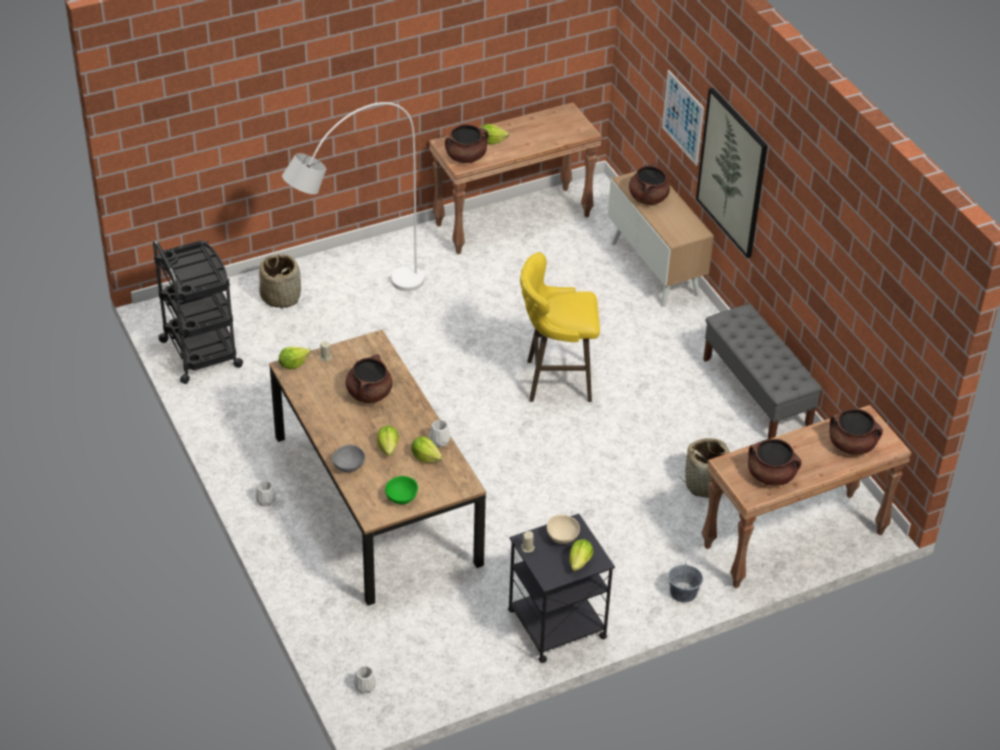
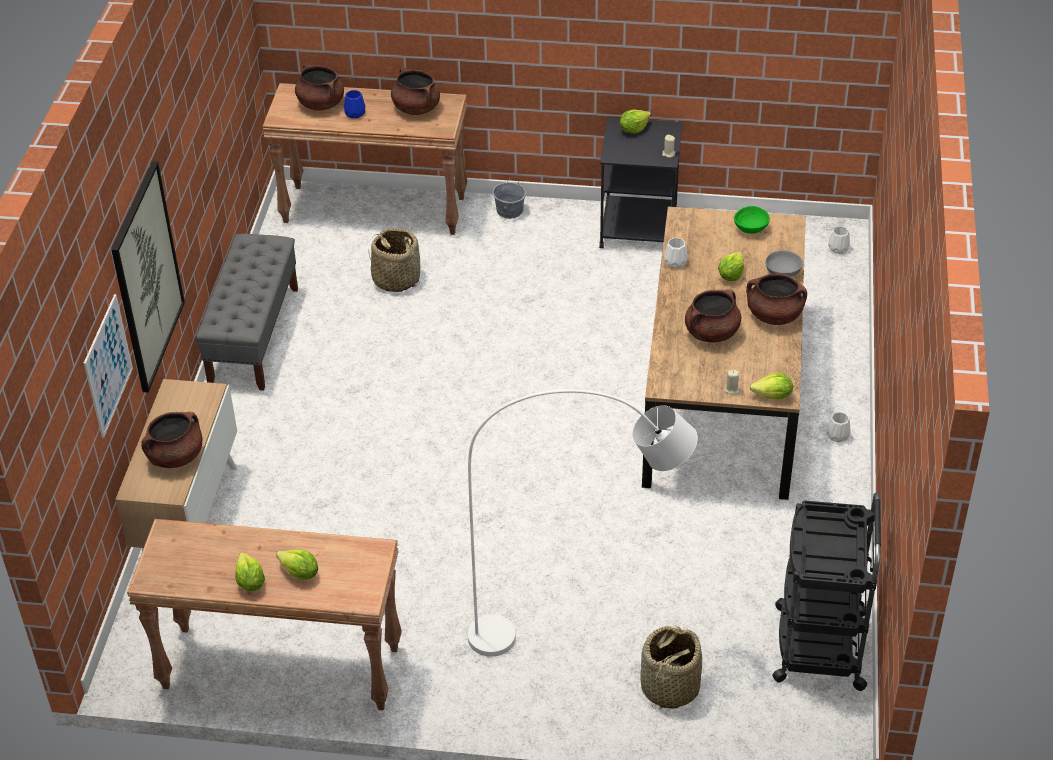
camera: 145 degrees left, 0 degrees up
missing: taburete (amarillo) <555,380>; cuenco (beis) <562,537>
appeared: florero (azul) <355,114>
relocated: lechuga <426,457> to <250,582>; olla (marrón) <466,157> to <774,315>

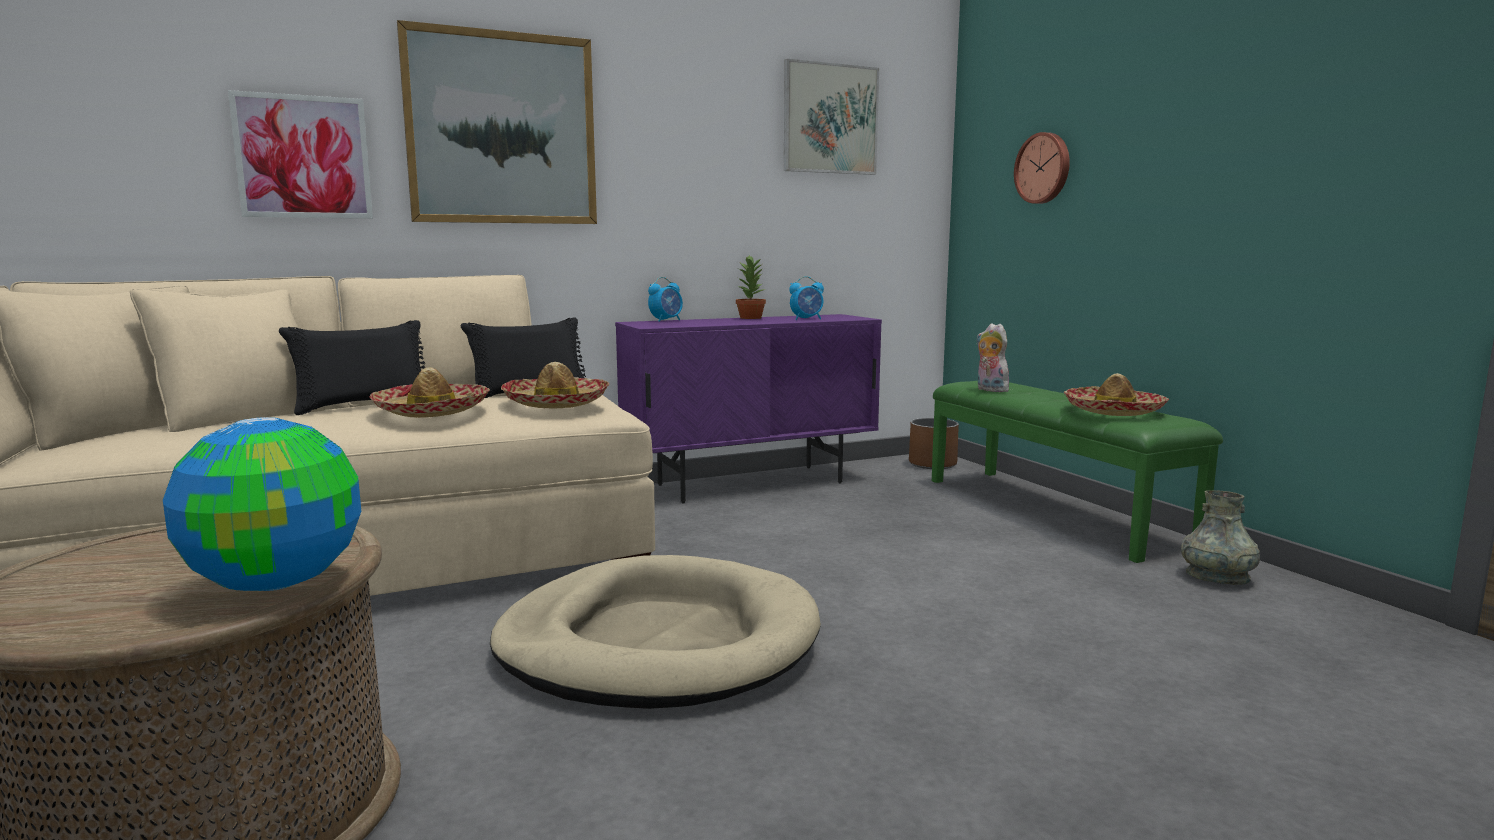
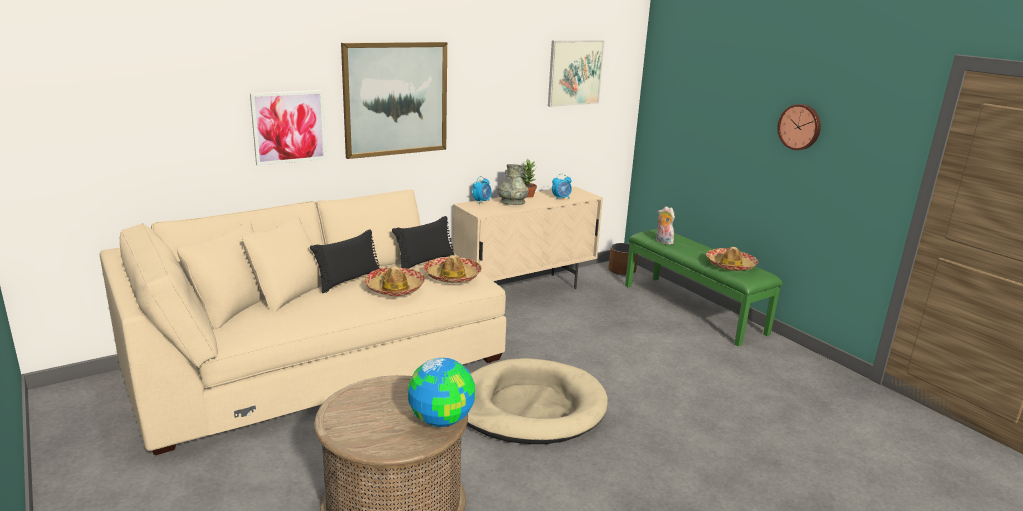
camera: 10 degrees left, 10 degrees up
relocated: florero (gris) <1217,577> to <512,202>; reloj de pared <1044,168> to <800,127>
colour: armario (morado) <751,484> to armario (beis) <525,291>

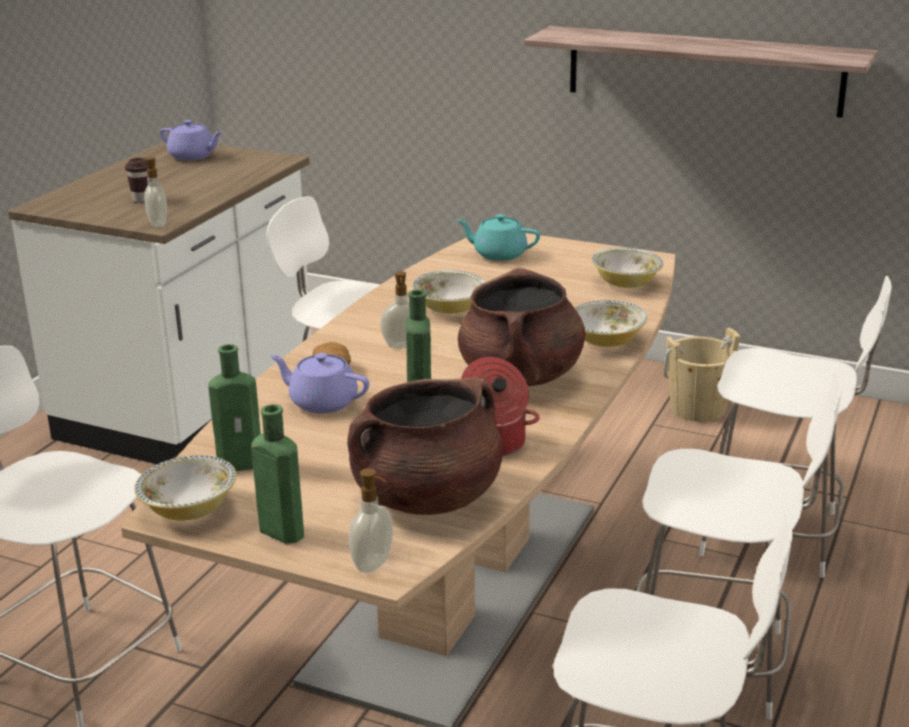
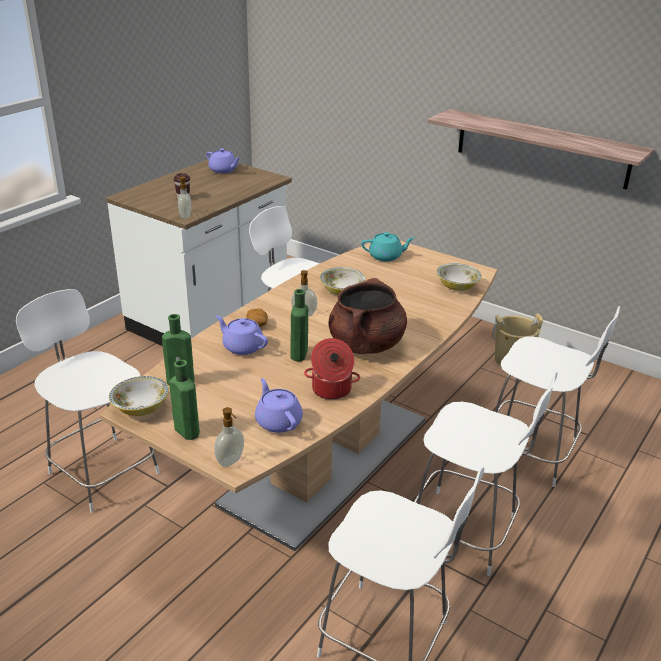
camera: 10 degrees right, 5 degrees up
missing: cuenco <606,341>
exchanged: olla (marrón) <426,498> to tetera (morado) <278,421>
spun: tetera (turquesa) <498,254> = <386,256> 150 degrees clockwise

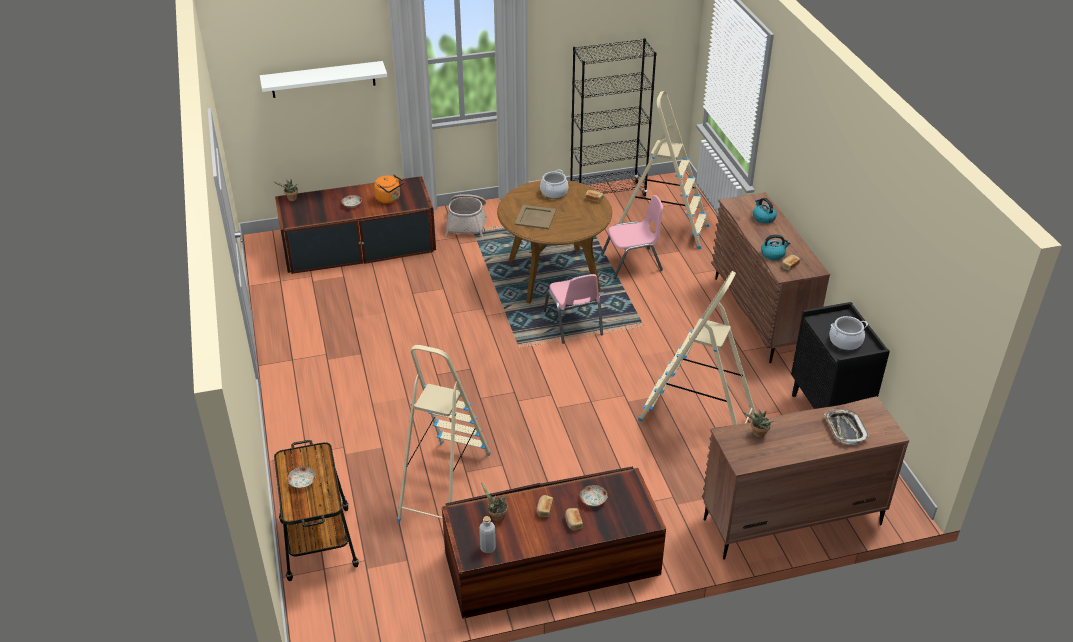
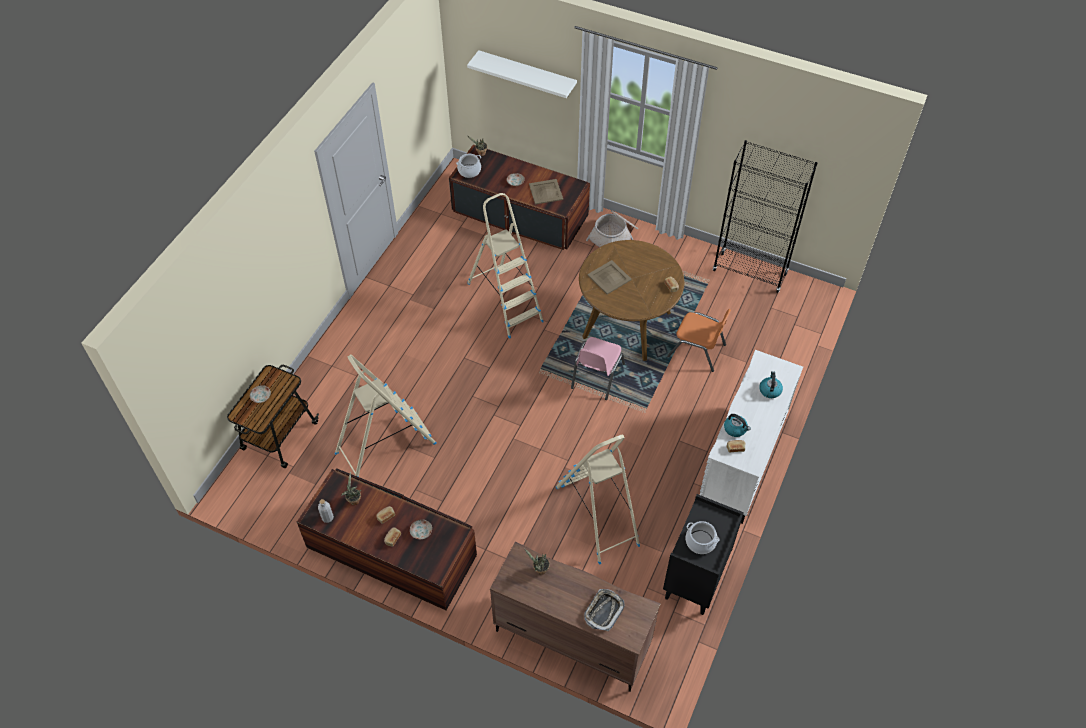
camera: 40 degrees right, 15 degrees up
relocated: olla <554,192> to <469,171>; escalera de tijera (beis) <662,229> to <505,302>
exchanged: hervidor (naranja) <389,199> to bandeja (beis) <545,192>
colour: silla (rosa) <632,263> to silla (naranja) <697,350>; cómoda (marrón) <759,316> to cómoda (blanco) <742,462>

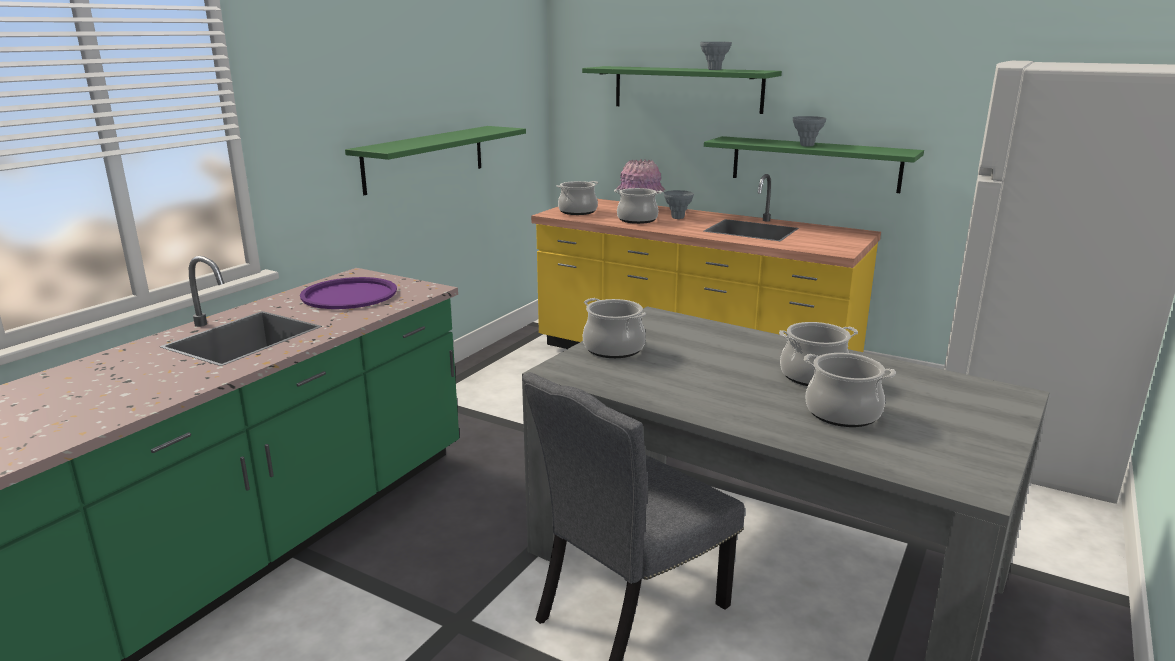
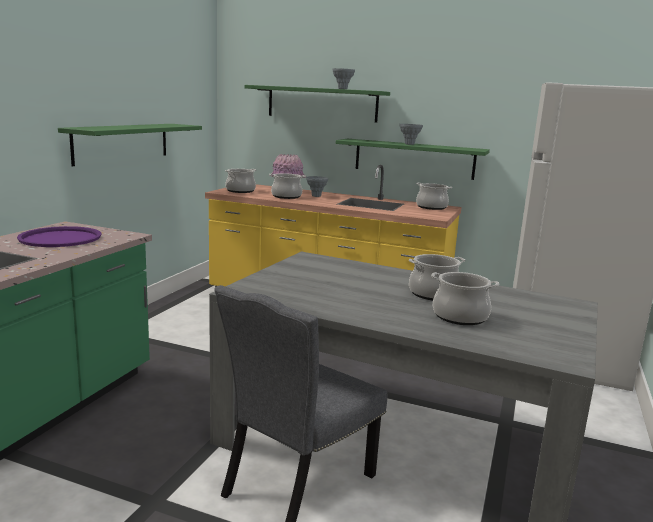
camera: 10 degrees left, 5 degrees down
relocated: olla <614,348> to <431,207>

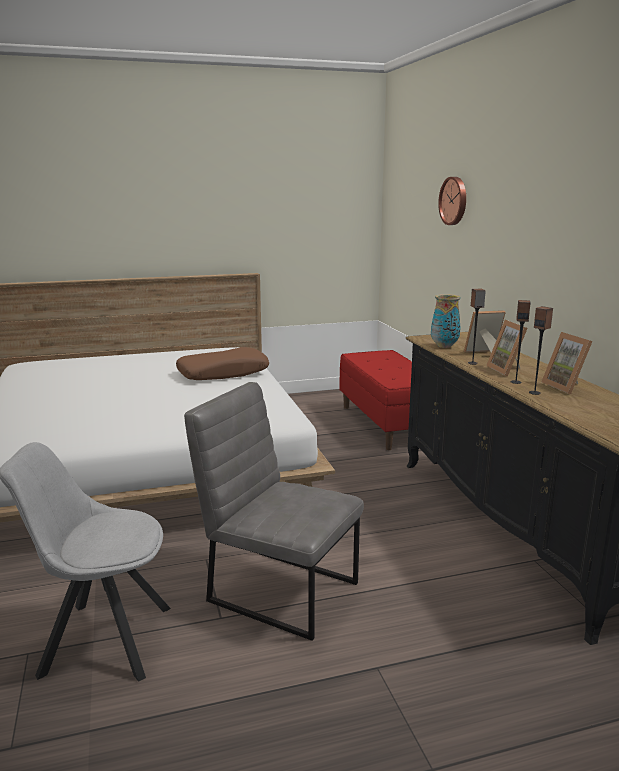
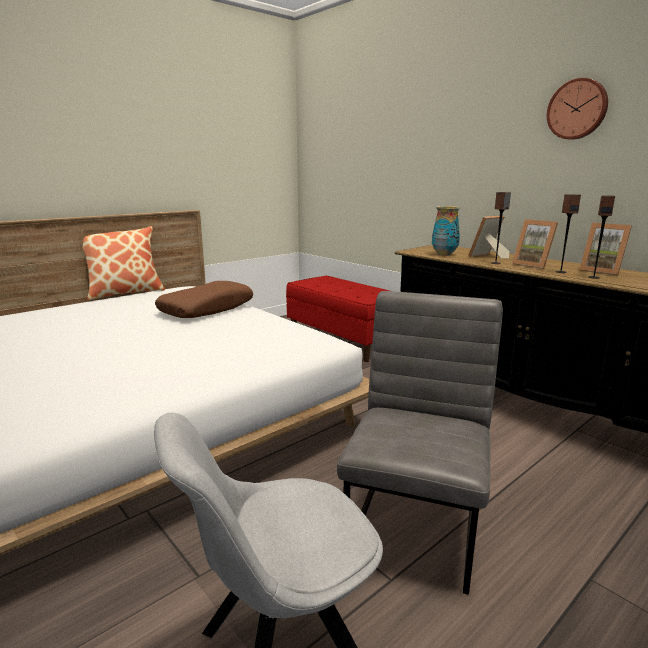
camera: 25 degrees left, 0 degrees up
appeared: cojín <125,293>
relocated: reloj de pared <454,201> to <577,109>
spun: silla (gris) <280,590> = <416,523> 105 degrees clockwise

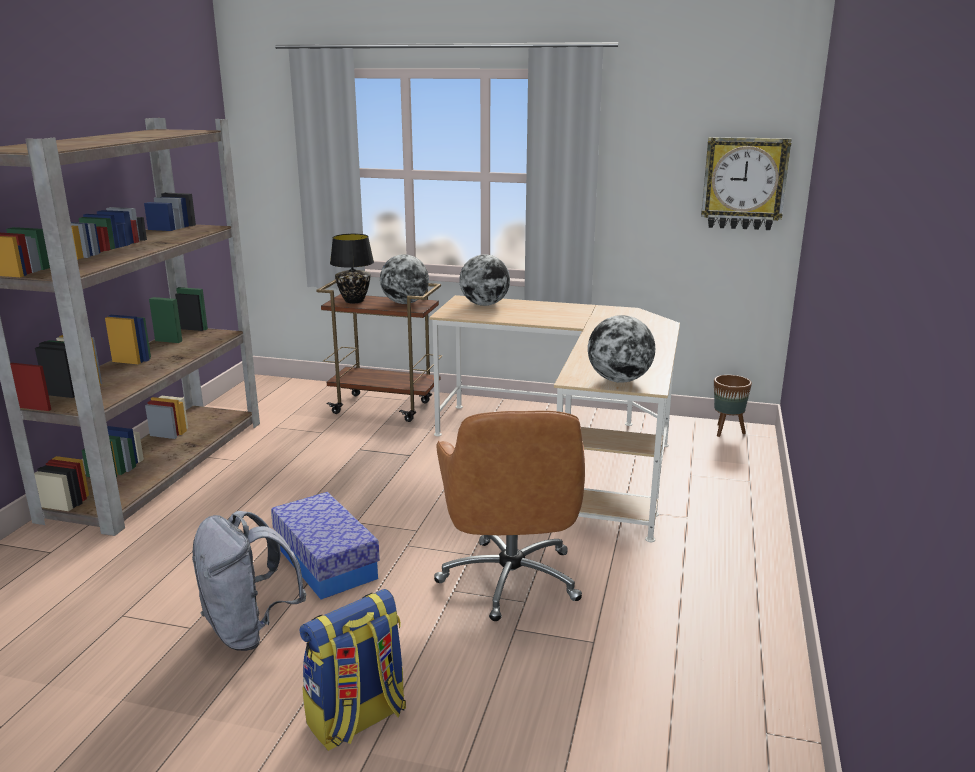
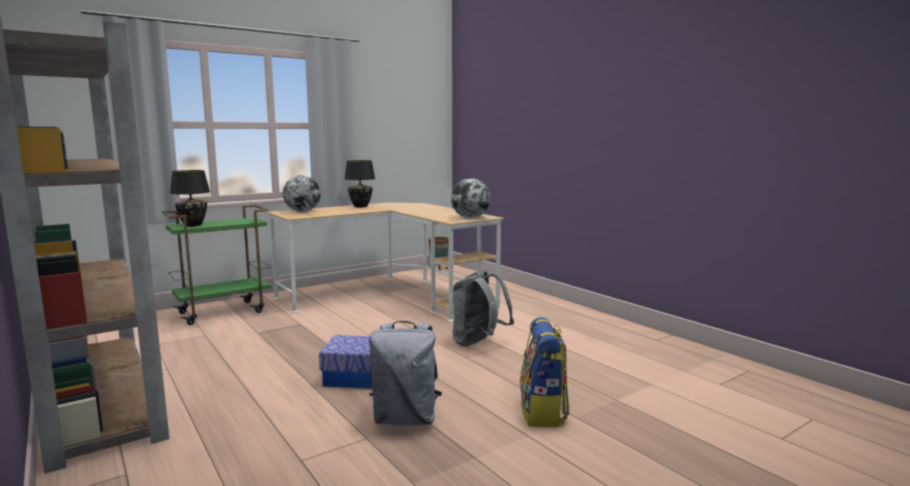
camera: 50 degrees left, 10 degrees down
missing: globo terráqueo <405,303>; reloj de pared <744,183>
appeared: lámpara de mesa (negro) <361,206>
exchanged: silla de oficina (marrón) <510,579> to mochila (gris) <478,343>
colour: carrito (marrón) <385,408> to carrito (verde) <225,312>

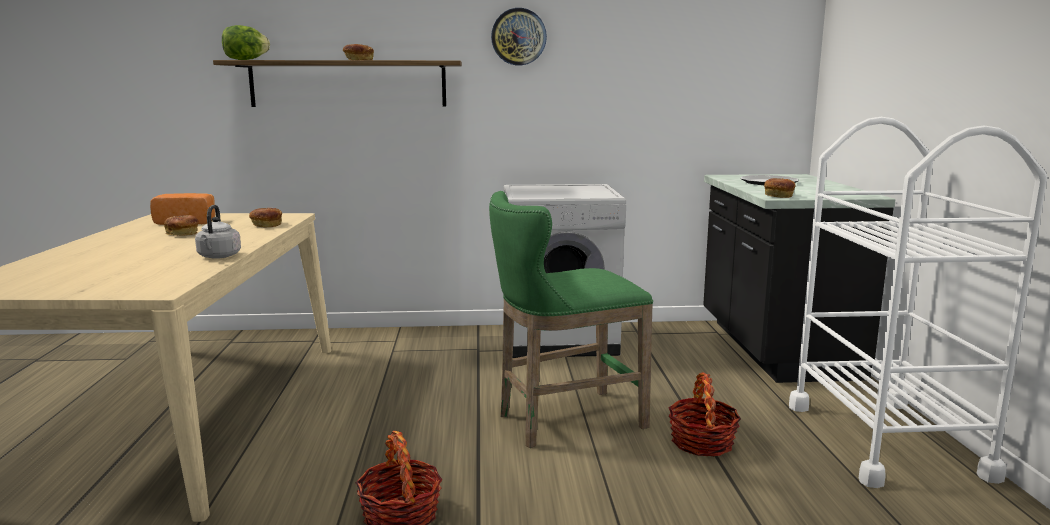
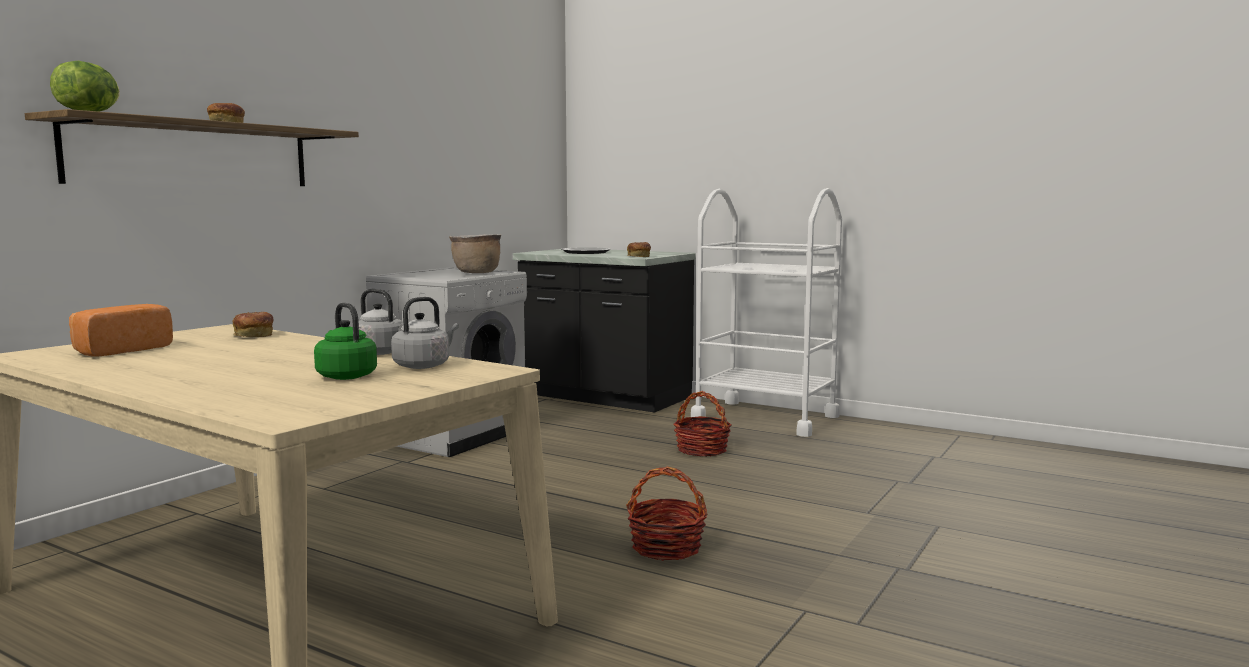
camera: 55 degrees left, 5 degrees down
missing: pan <182,234>; taburete (verde) <563,421>; reloj de pared <518,37>
appeared: hervidor (verde) <345,376>; hervidor (gris) <424,365>; olla (marrón) <476,273>

